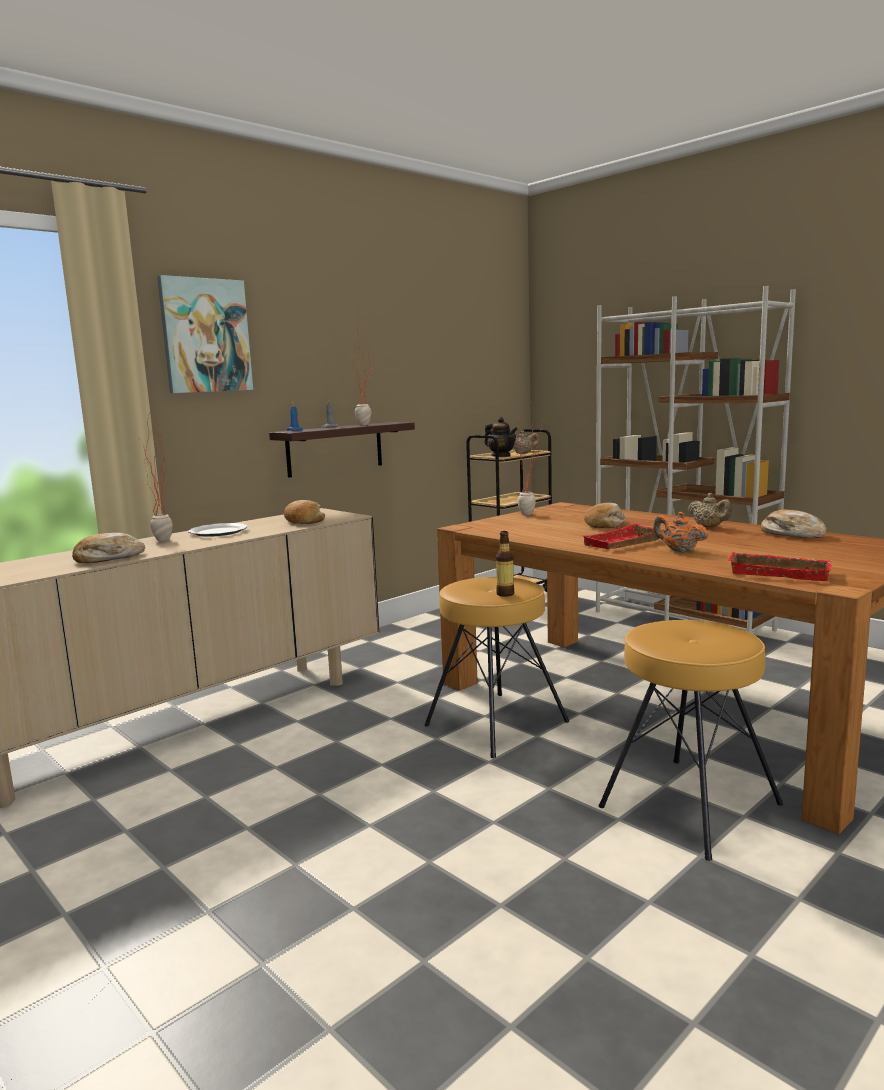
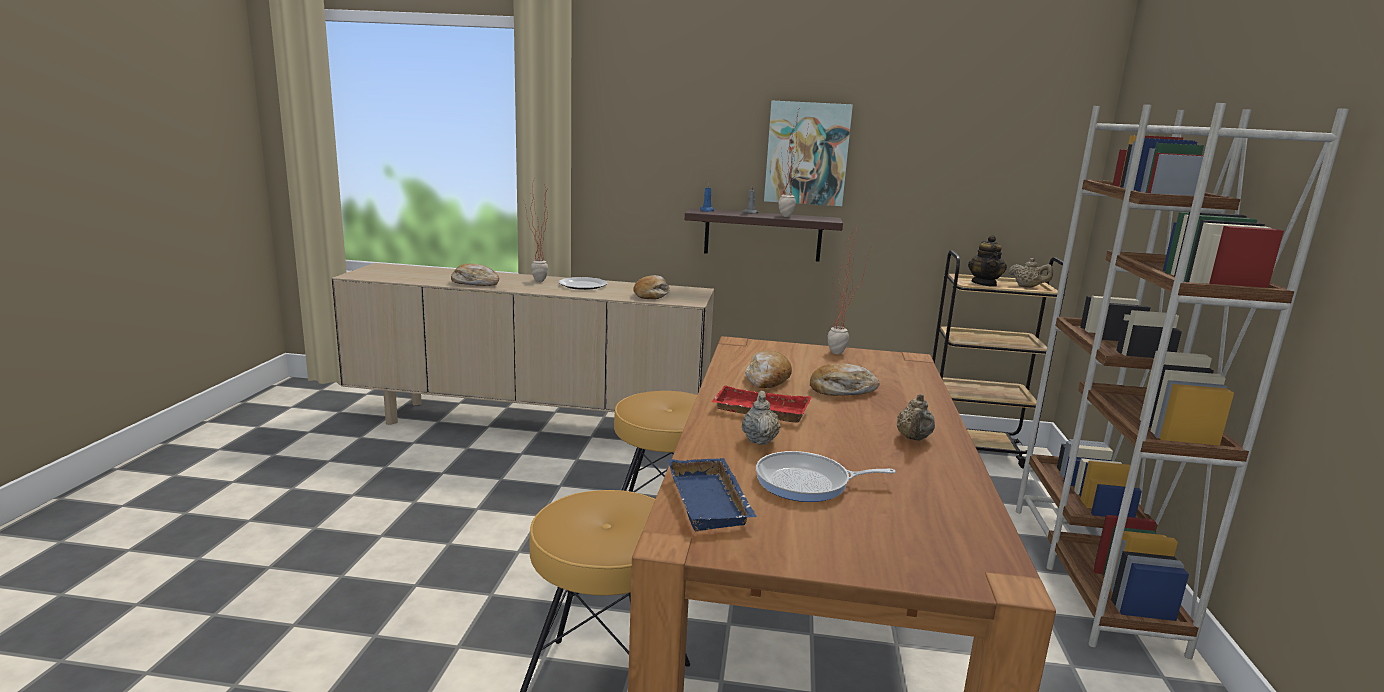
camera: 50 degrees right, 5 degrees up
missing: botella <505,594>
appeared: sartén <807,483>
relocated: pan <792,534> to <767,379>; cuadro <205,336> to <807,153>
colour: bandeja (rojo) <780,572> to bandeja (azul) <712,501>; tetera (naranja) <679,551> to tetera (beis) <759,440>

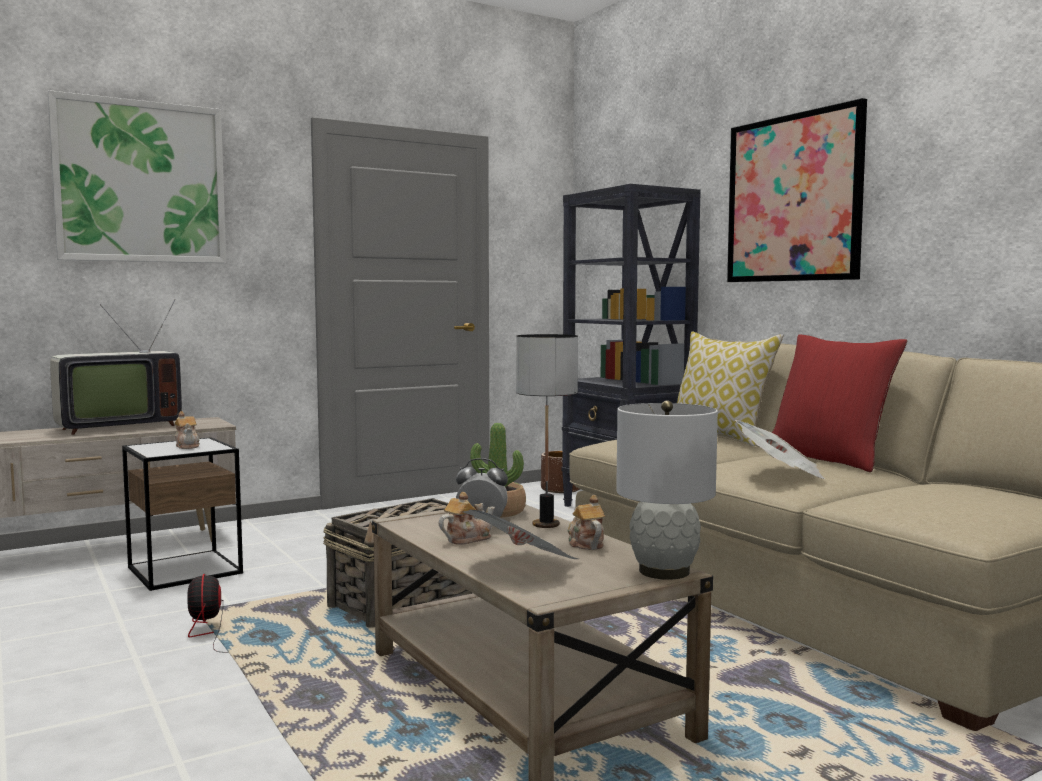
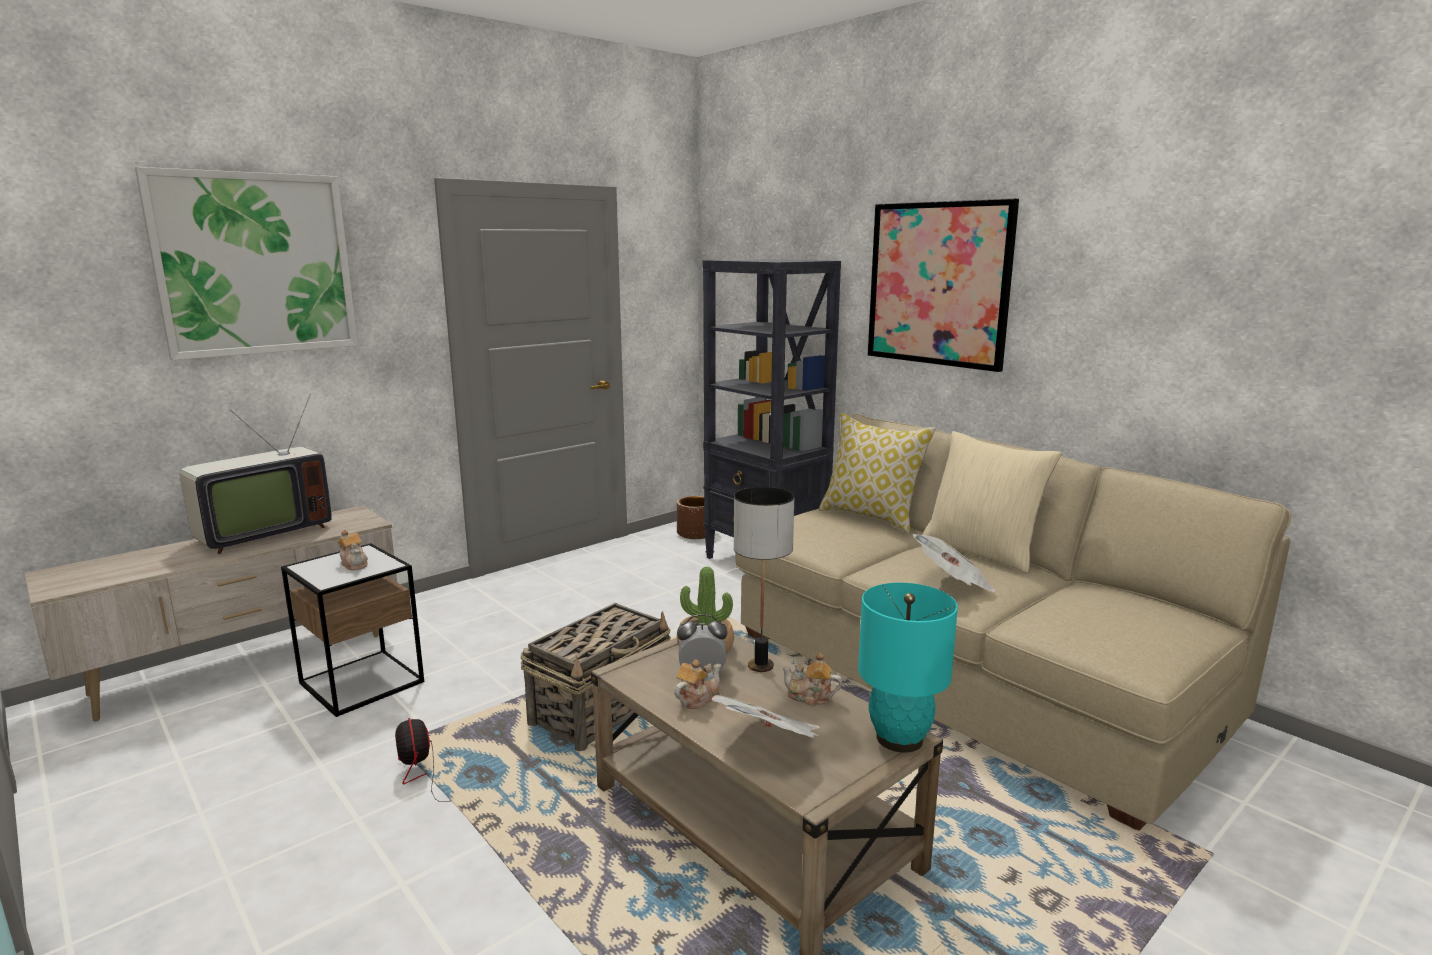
camera: 10 degrees left, 10 degrees up
colour: lámpara de mesa (blanco) <664,571> to lámpara de mesa (turquesa) <899,739>; cojín (rojo) <829,459> to cojín (beis) <982,551>
spun: tetera <585,544> = <810,697> 45 degrees counterclockwise

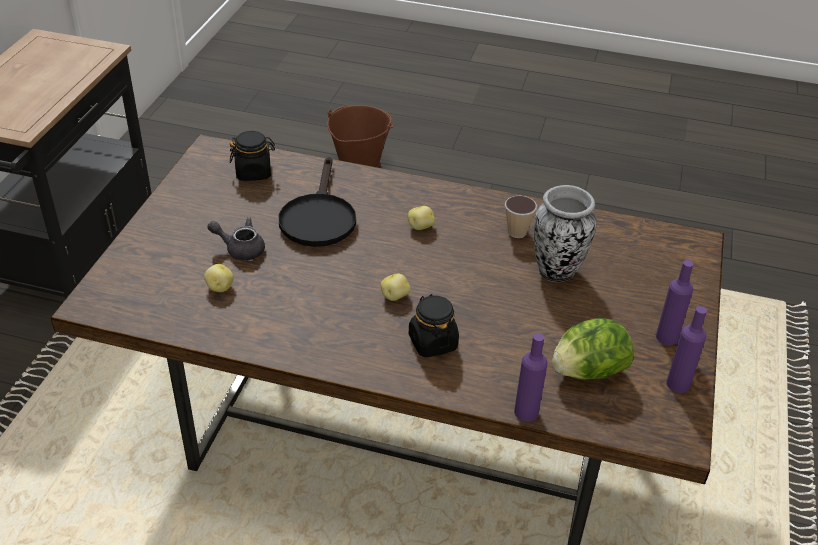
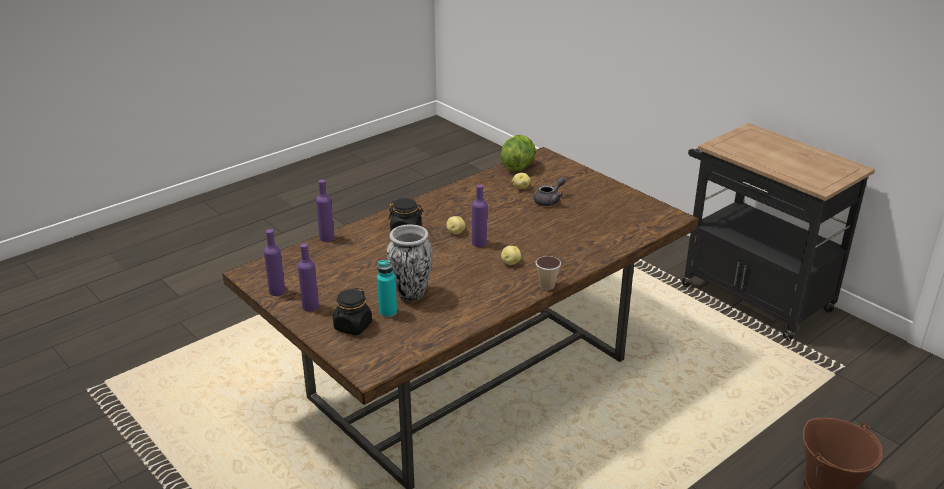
camera: 125 degrees right, 10 degrees down
missing: sartén (negro) <318,217>
appeared: botella (turquesa) <388,312>; botella (morado) <479,243>
relocated: tarro (negro) <254,172> to <353,326>; lechuga <588,371> to <518,166>; taza <517,232> to <547,286>

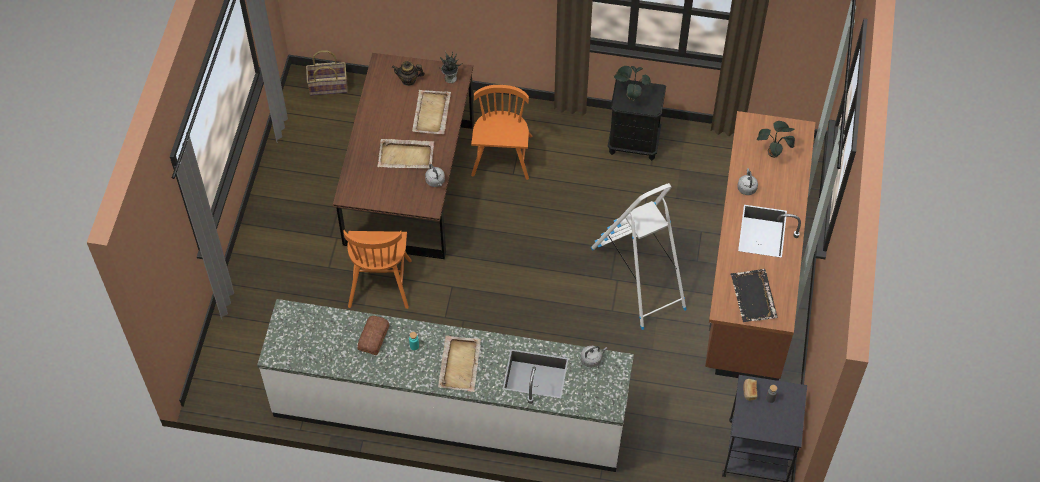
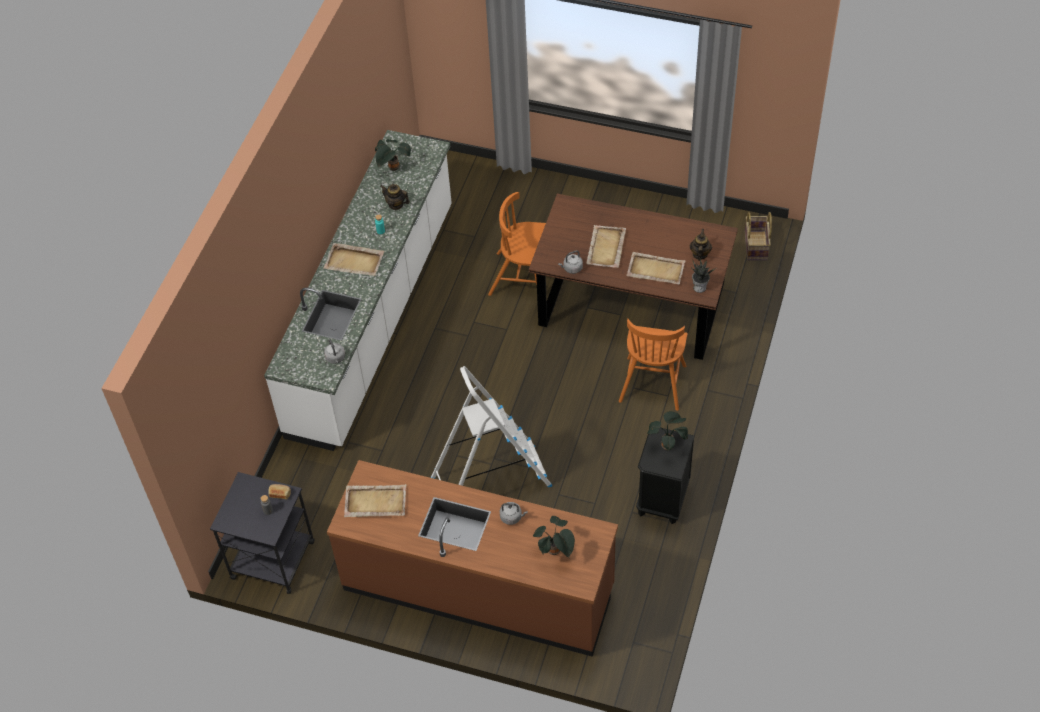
camera: 100 degrees right, 5 degrees down
appeared: planta en maceta <393,168>
exchanged: pan <374,337> to tetera <396,204>
colour: bandeja (negro) <753,297> to bandeja (beis) <375,502>
spun: silla (naranja) <501,159> = <653,379> 90 degrees clockwise

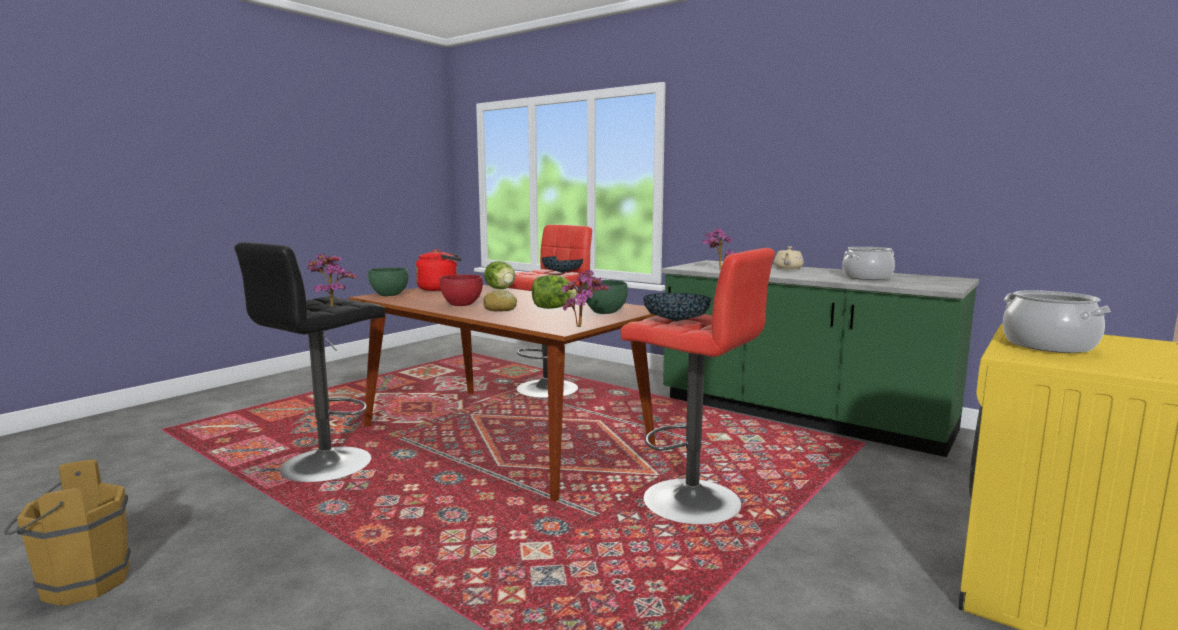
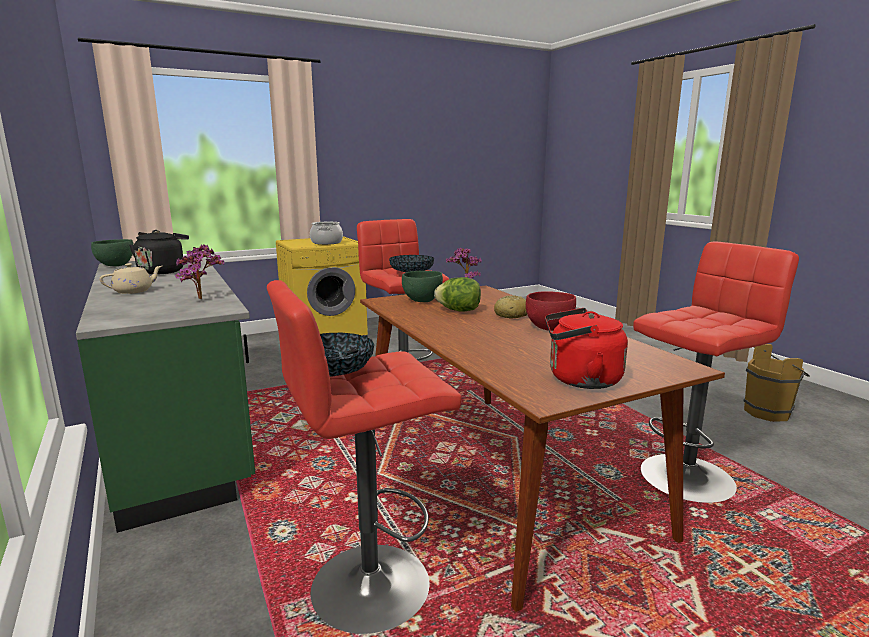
camera: 155 degrees left, 5 degrees up
missing: planta en maceta <330,306>; lechuga <501,289>
relocated: cuenco (verde) <389,295> to <116,265>
exchanged: olla <867,277> to hervidor (negro) <163,271>
colour: taburete (negro) <325,464> to taburete (rojo) <688,478>

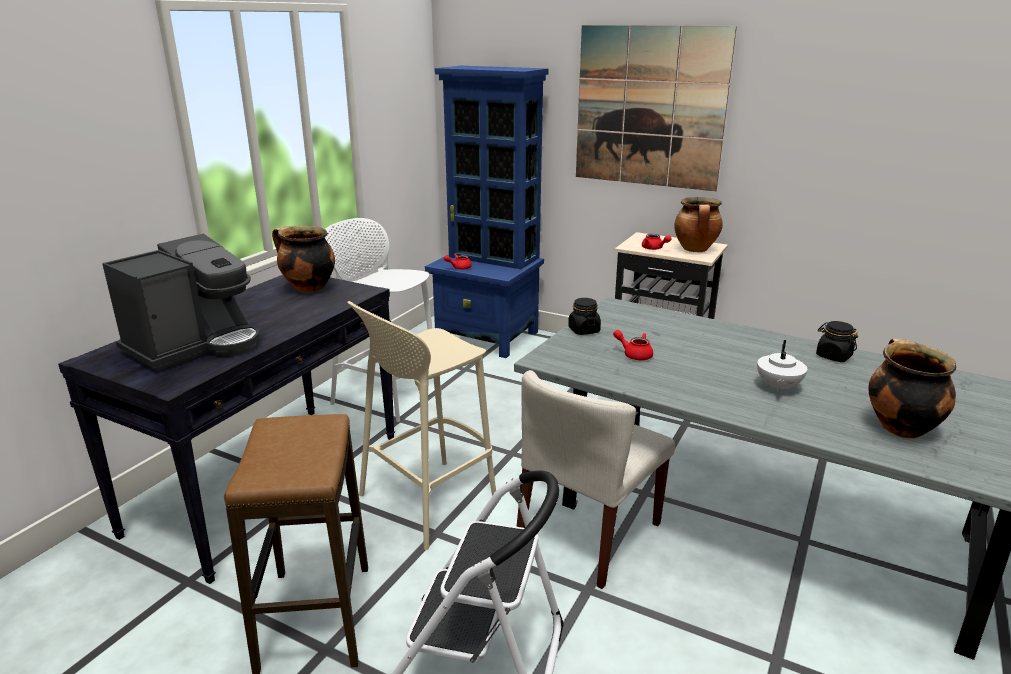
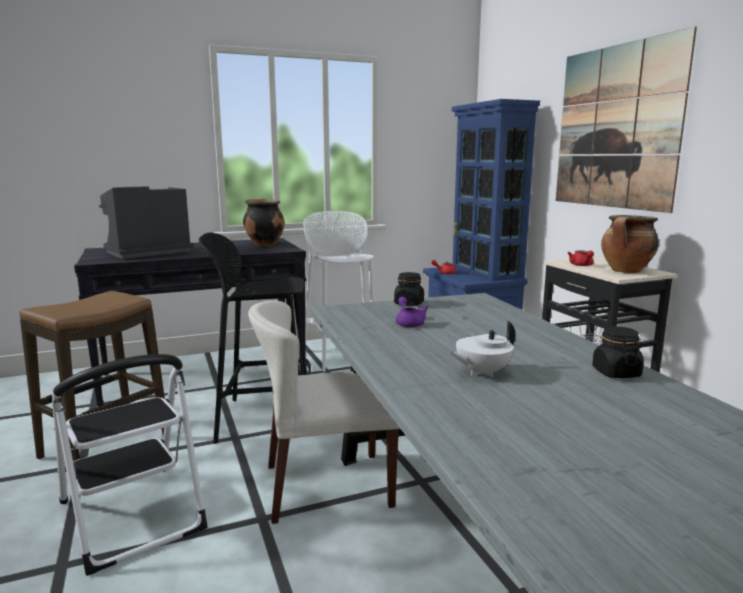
camera: 40 degrees right, 10 degrees down
missing: olla <899,427>
colour: taburete (beis) <428,501> to taburete (negro) <263,419>; tetera (rojo) <634,354> to tetera (morado) <409,323>
spun: cafetera <195,345> = <146,252> 150 degrees clockwise

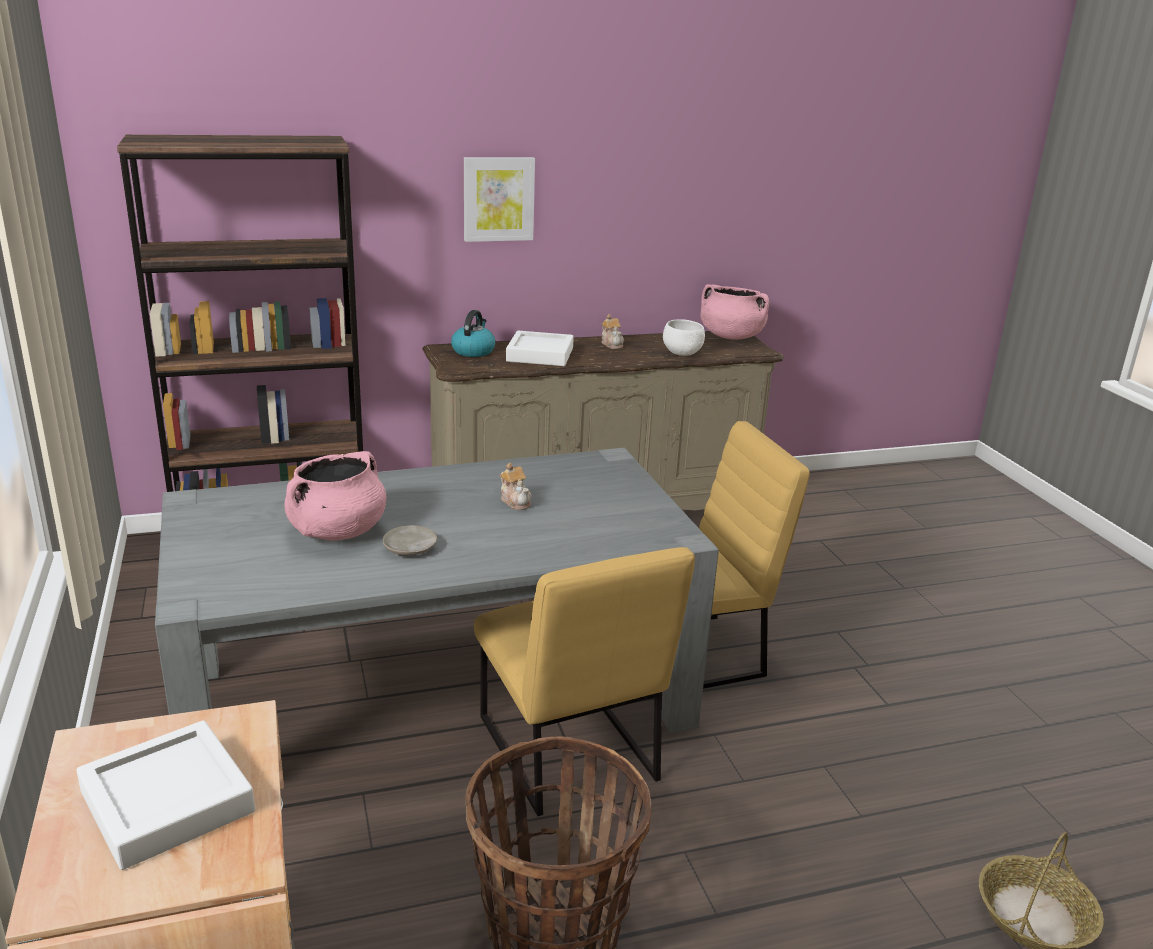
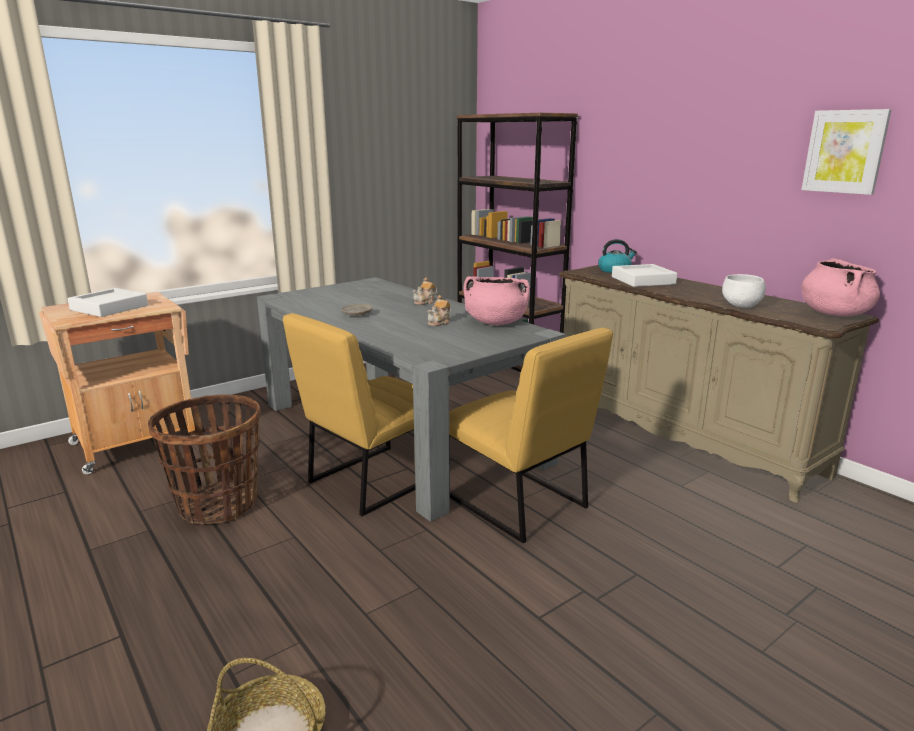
camera: 70 degrees right, 5 degrees down
relocated: tetera <612,344> to <425,302>; olla (rosa) <337,531> to <495,322>; cuadro <498,199> to <845,151>

